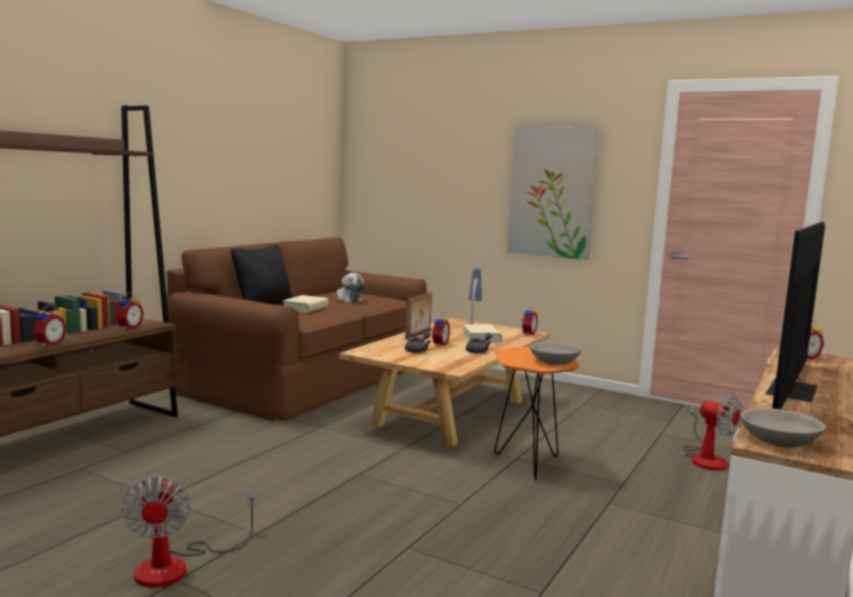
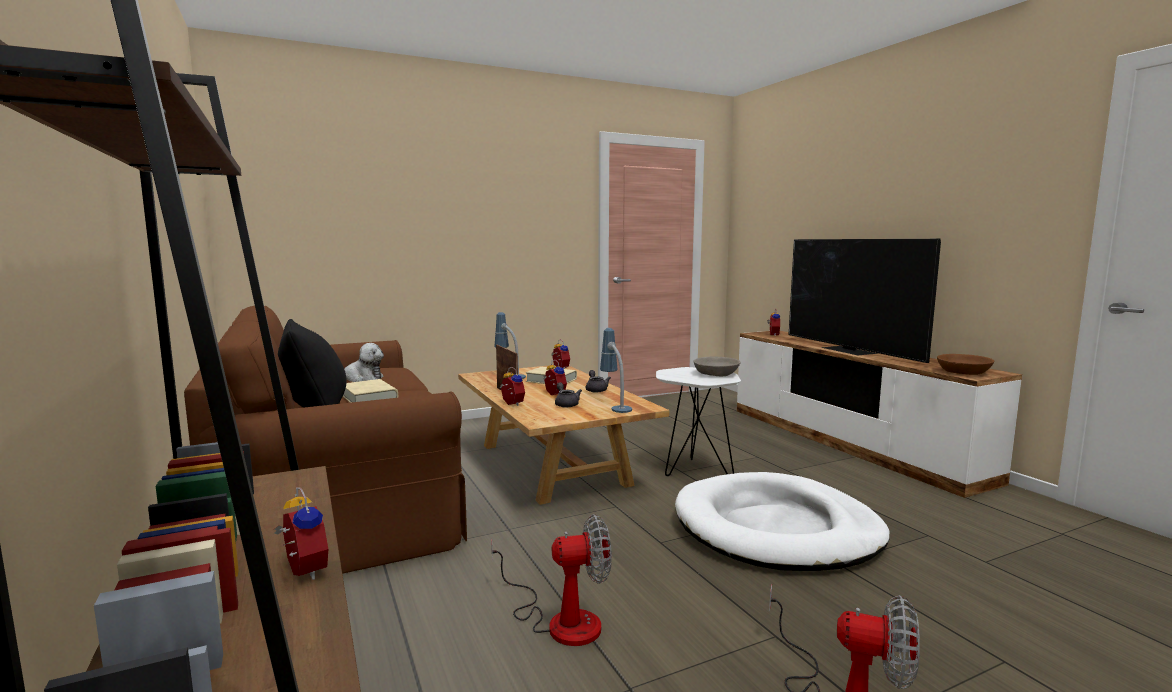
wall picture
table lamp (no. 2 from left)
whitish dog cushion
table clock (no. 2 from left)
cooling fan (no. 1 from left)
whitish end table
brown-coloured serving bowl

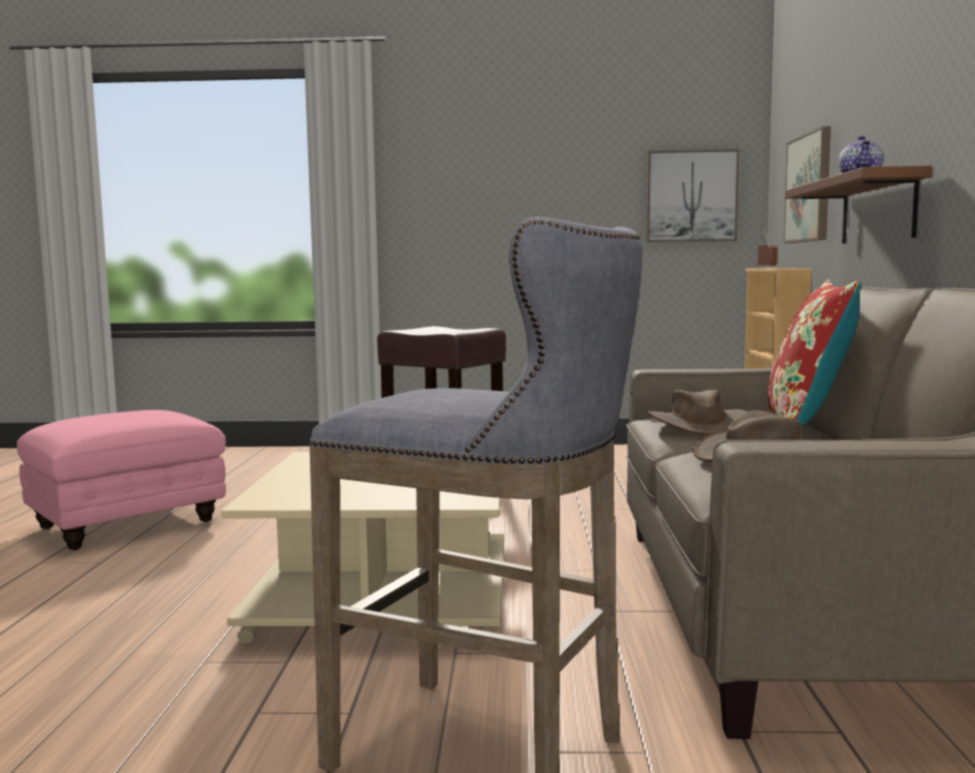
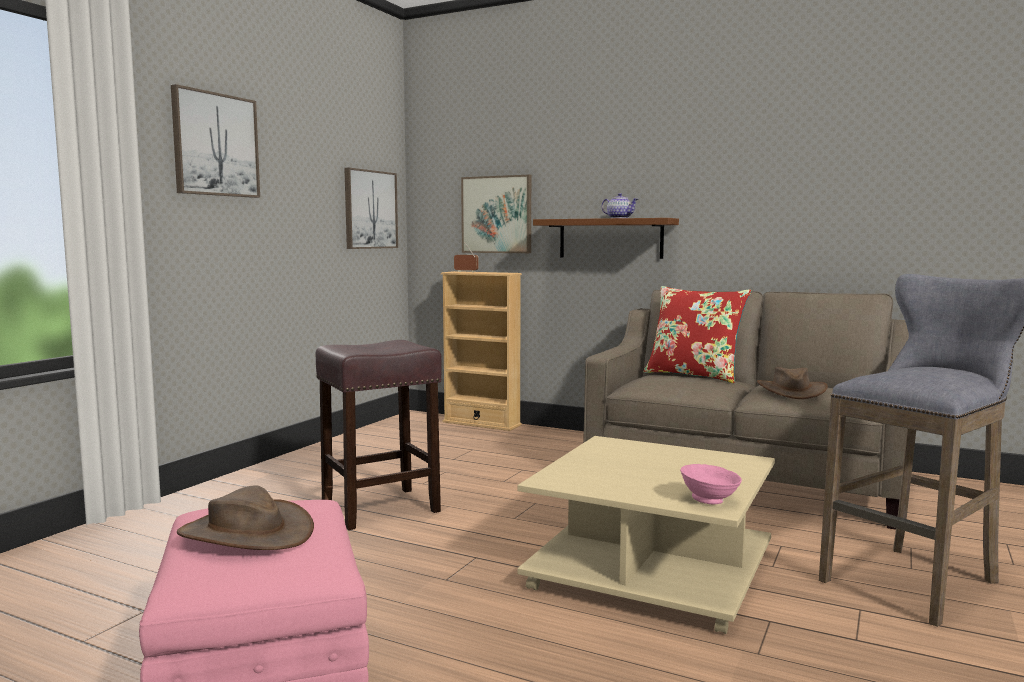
wall picture (no. 1 from left)
pinkish serving bowl
brown-coloured clothing hat (no. 1 from left)

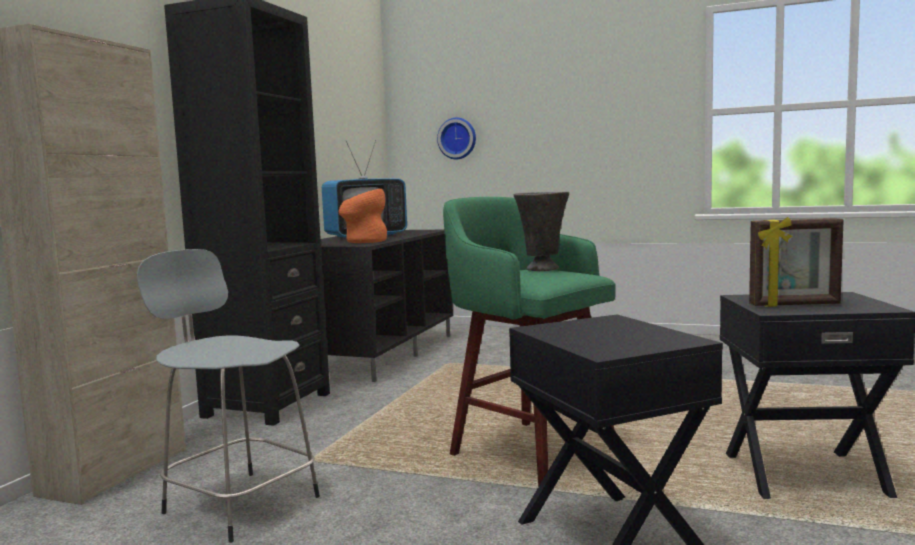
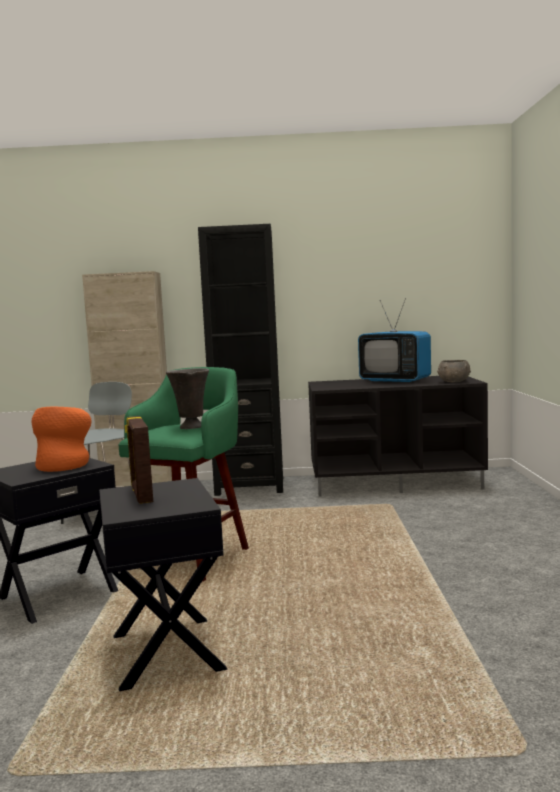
clock on the wall
greyish serving bowl
orange vase

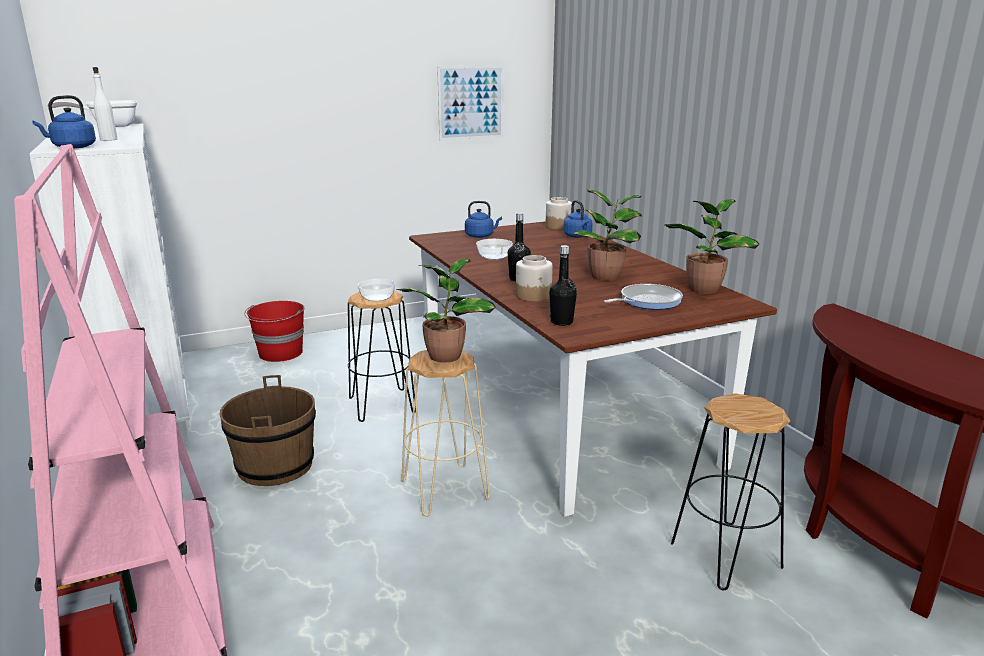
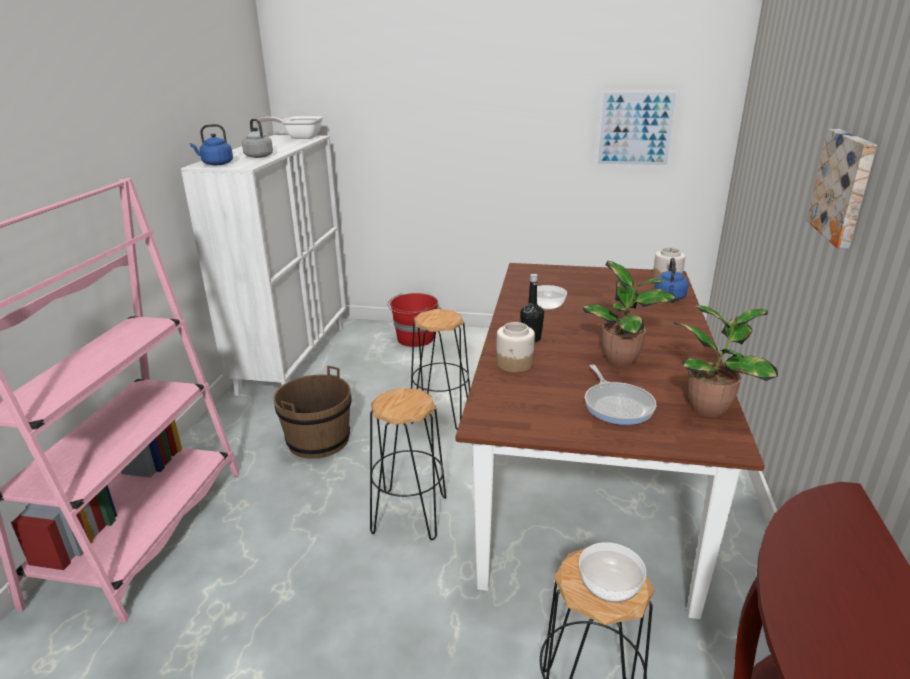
plant in a pot (no. 1 from left in the first image)
bluish tea kettle (no. 2 from left in the first image)
black-coloured beverage bottle (no. 2 from left in the first image)
wall picture (no. 2 from left)
serving bowl (no. 2 from left)
greyish tea kettle
black-coloured sitting stool (no. 1 from left)
pan (no. 2 from left)

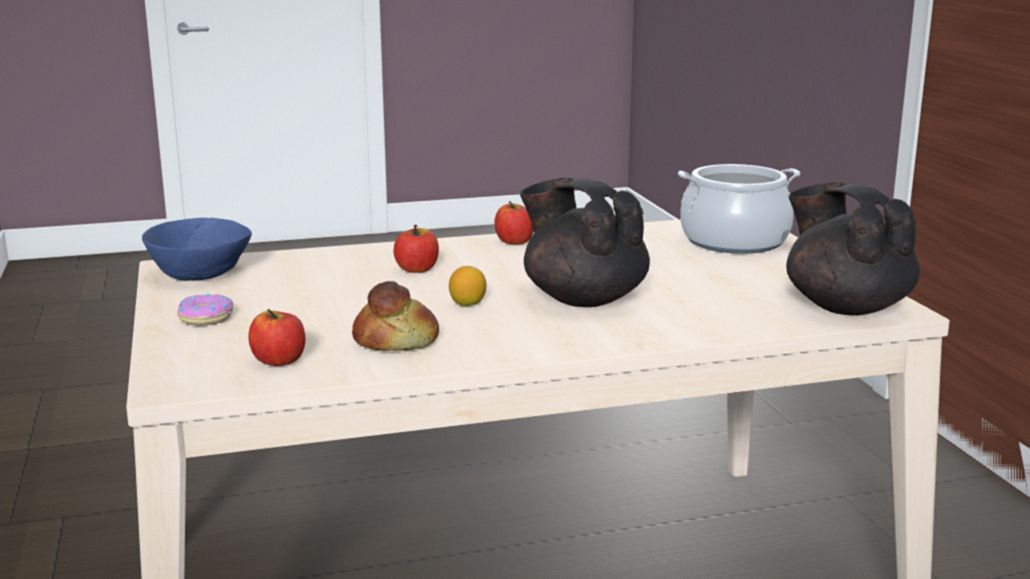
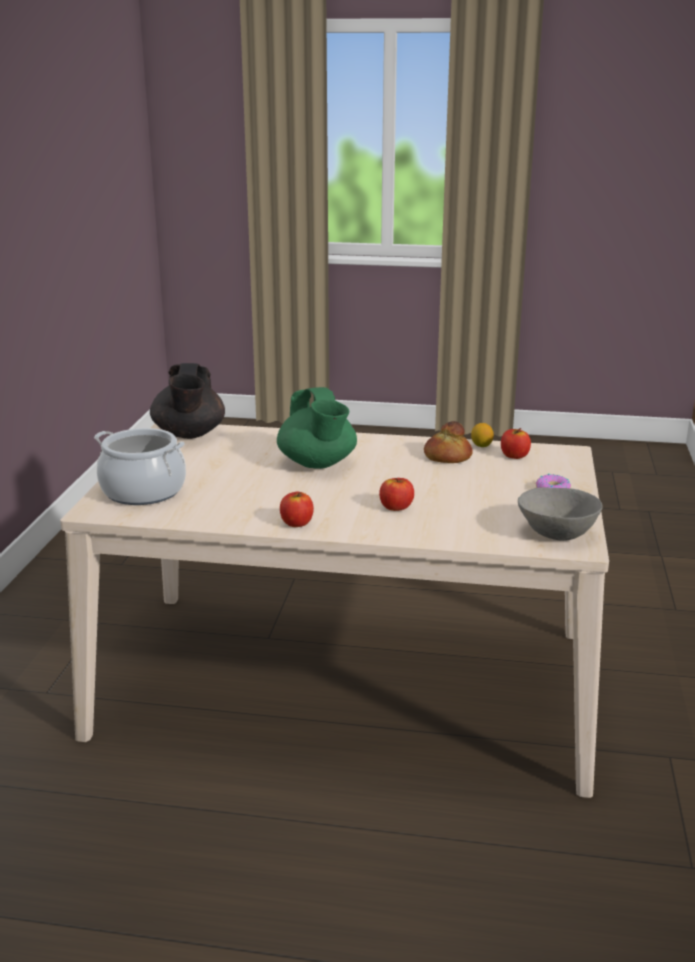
whole lemon
greyish serving bowl
greenish teapot

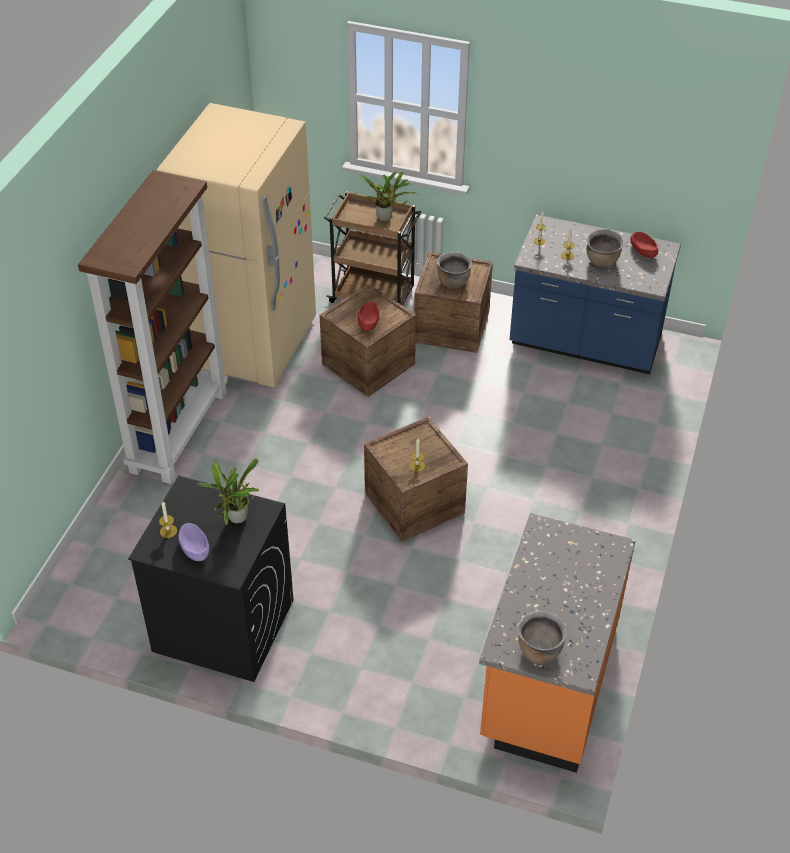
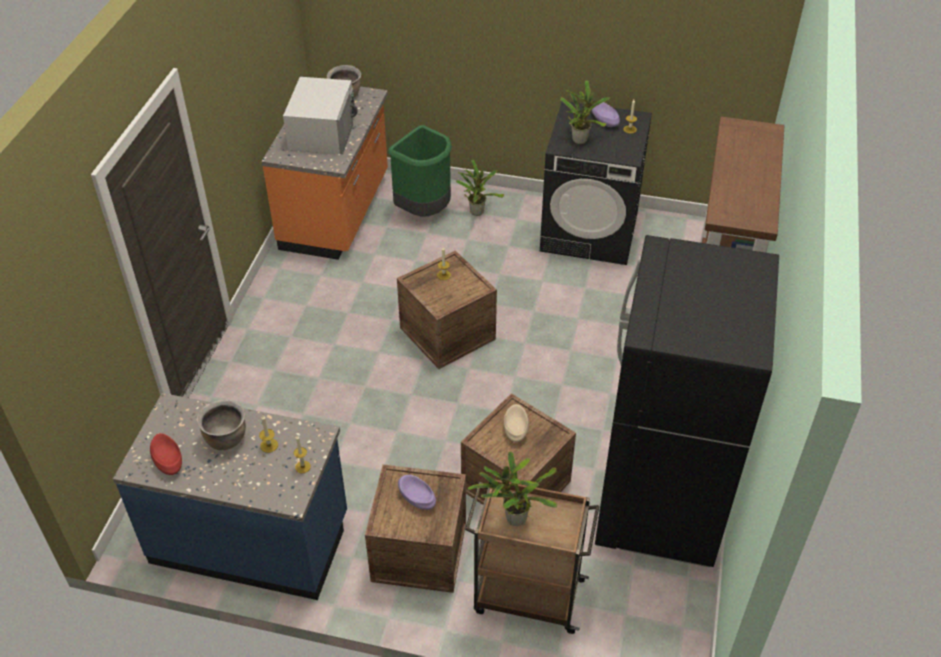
whitish microwave
greenish waste bin
plant in a pot (no. 1 from left)
purple serving bowl (no. 1 from left)
black-coloured refrigerator
sand-coloured serving bowl

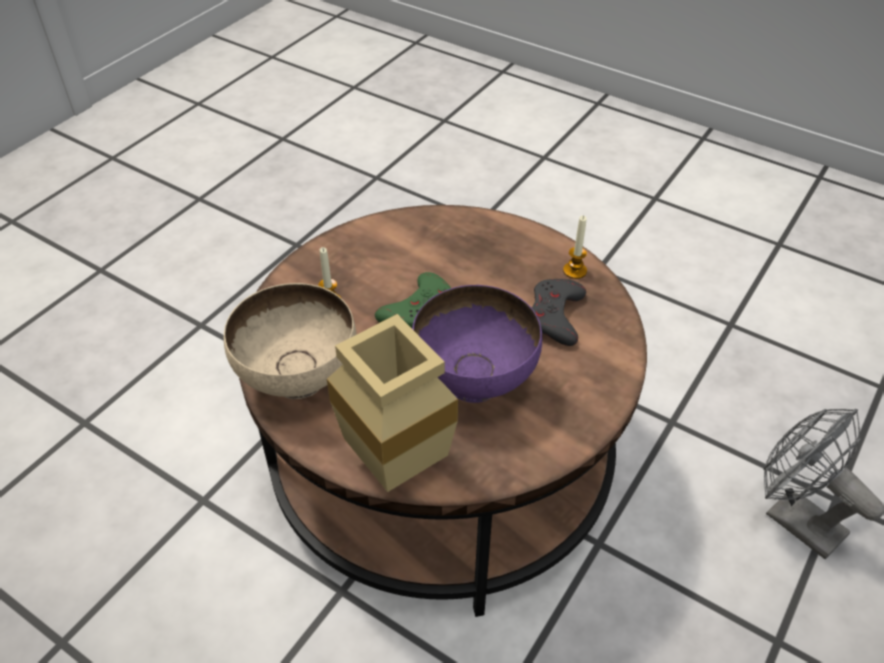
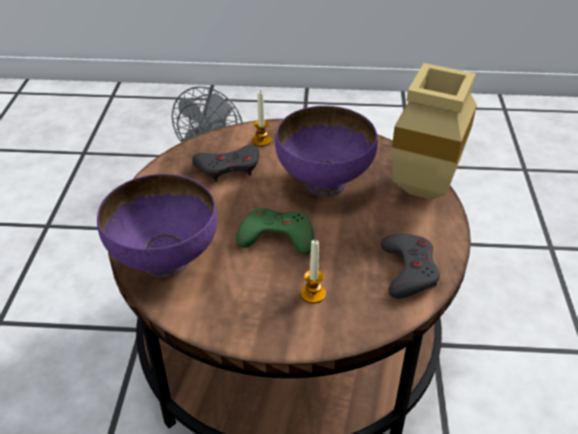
purple serving bowl (no. 1 from left)
wax candle (no. 1 from left)
greyish gamepad (no. 2 from left)

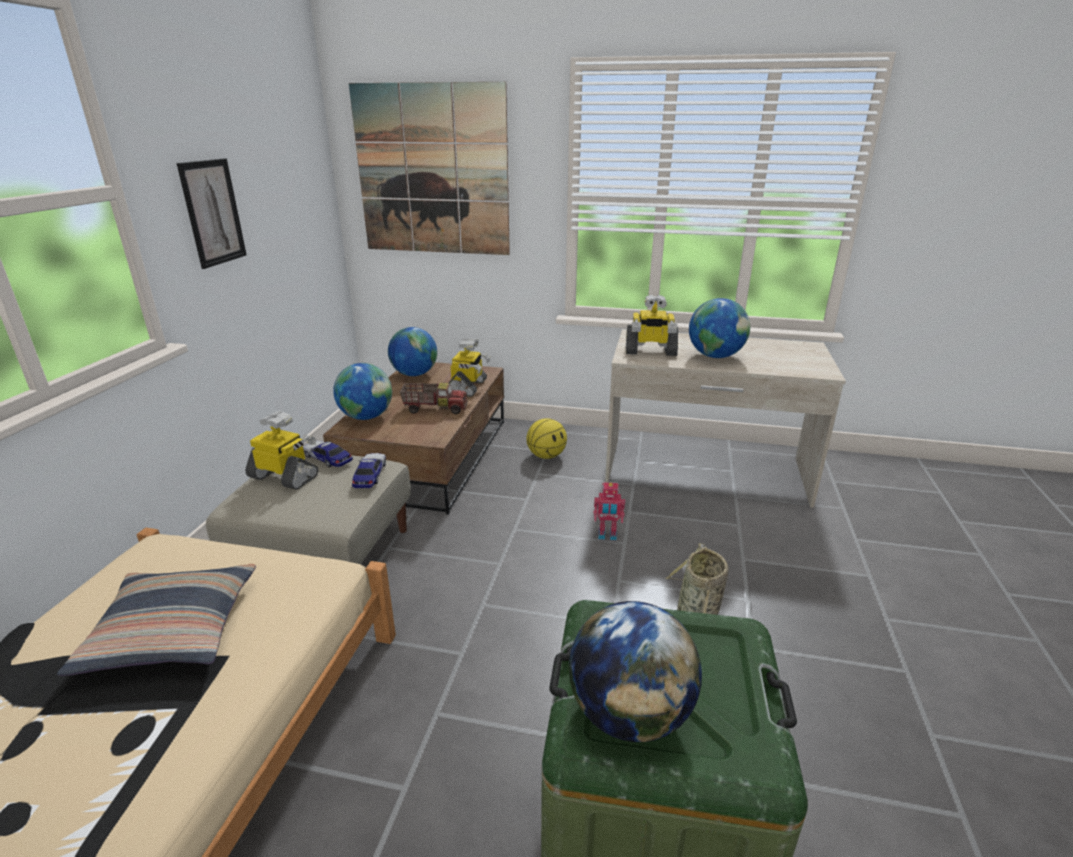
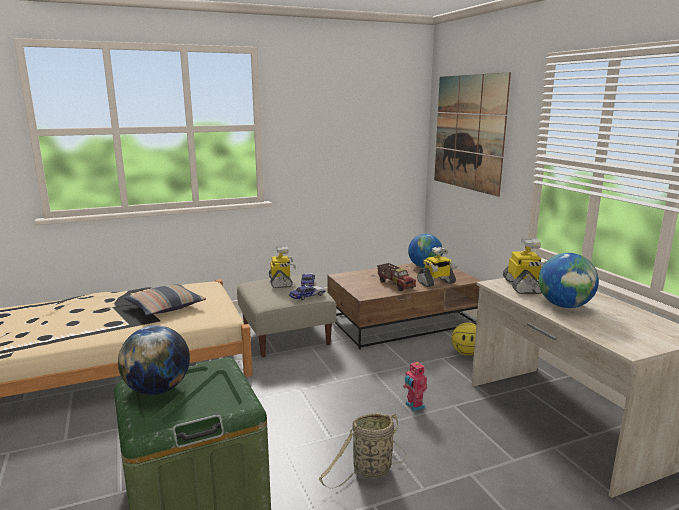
wall picture (no. 1 from left in the first image)
globe (no. 1 from left in the first image)
toy robot (no. 4 from left)

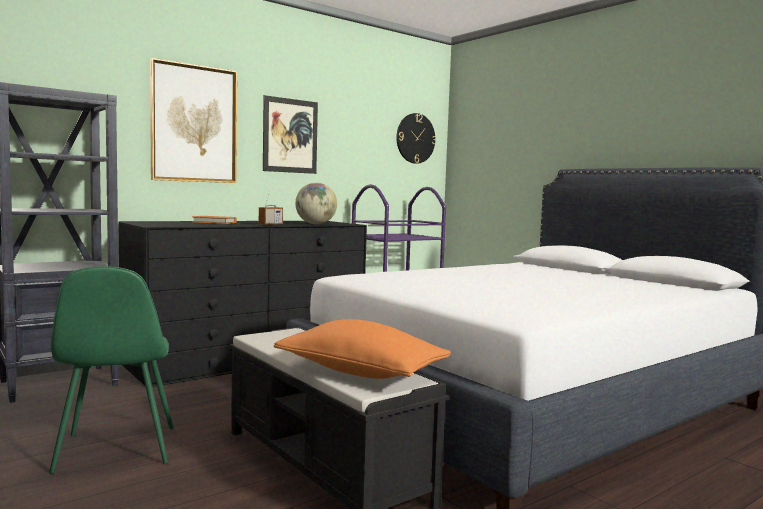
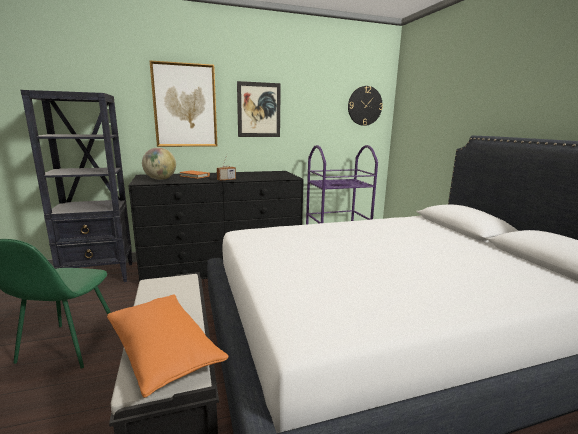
globe

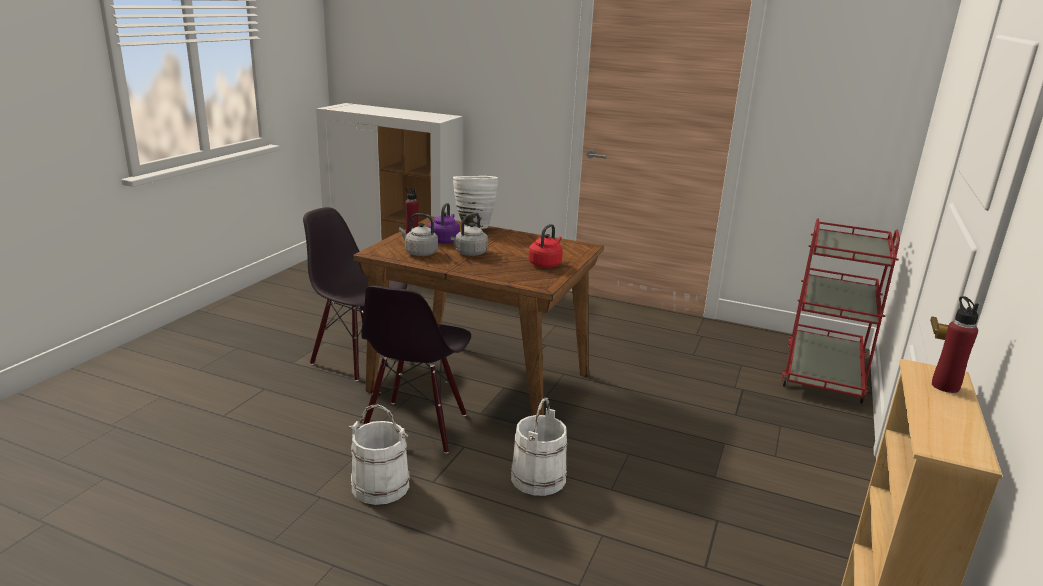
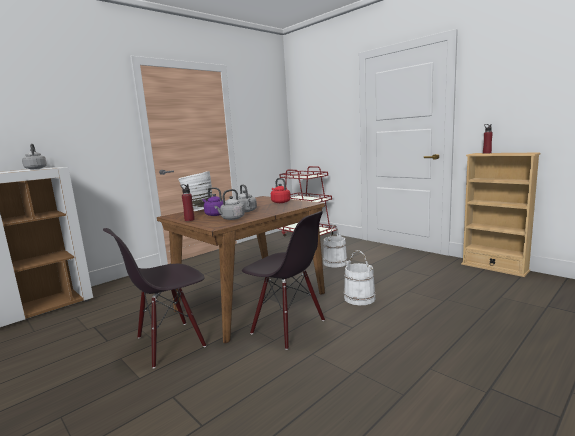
greyish tea kettle (no. 1 from left)
whitish pail (no. 1 from left)

